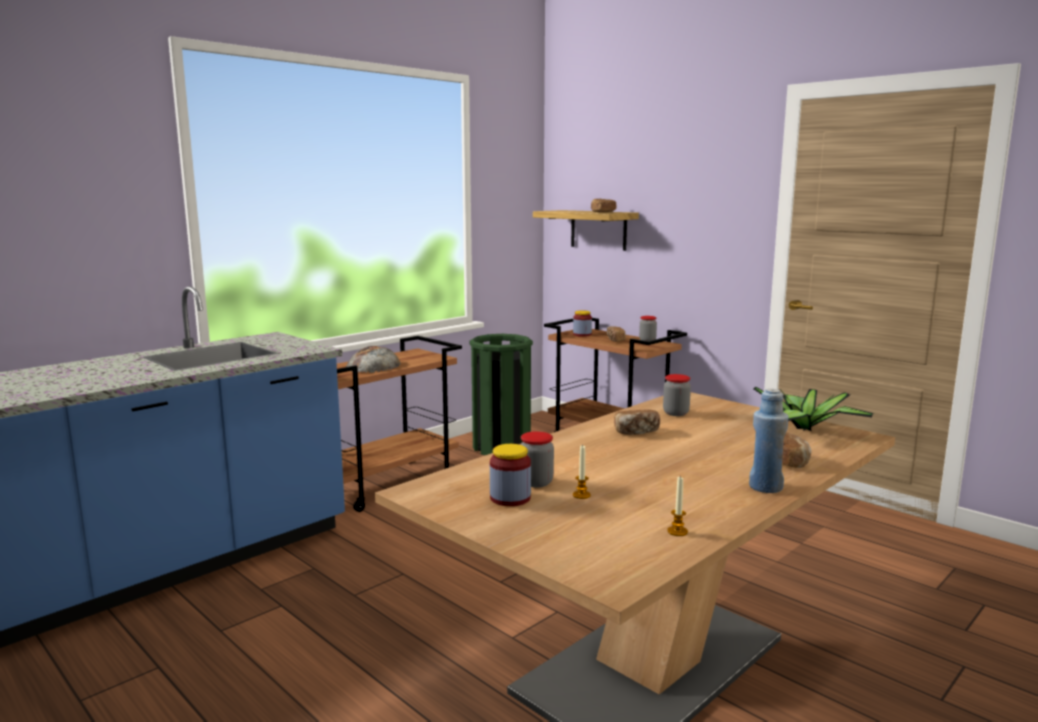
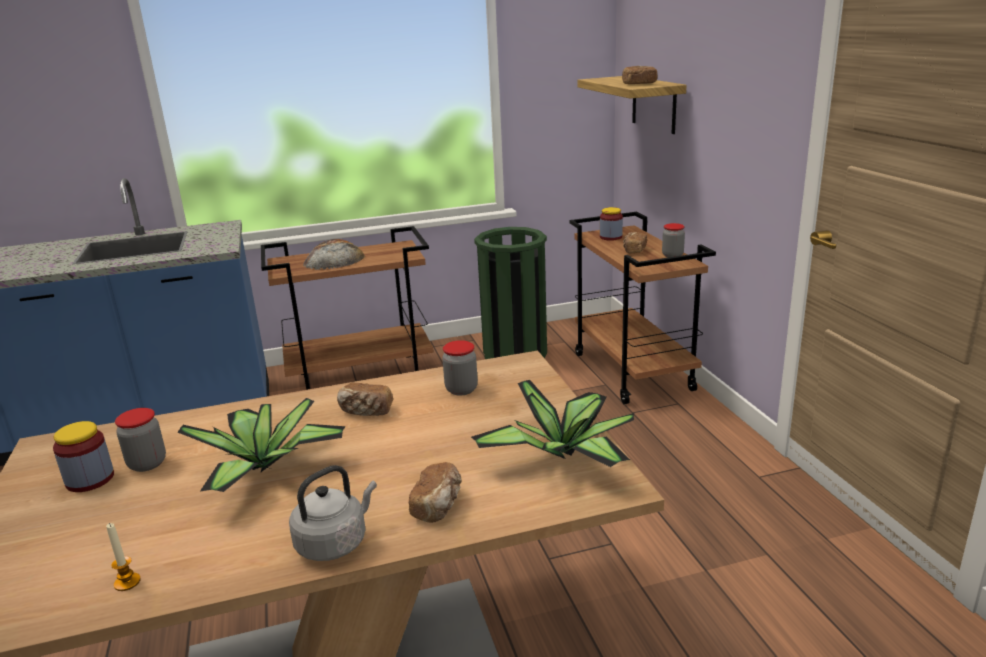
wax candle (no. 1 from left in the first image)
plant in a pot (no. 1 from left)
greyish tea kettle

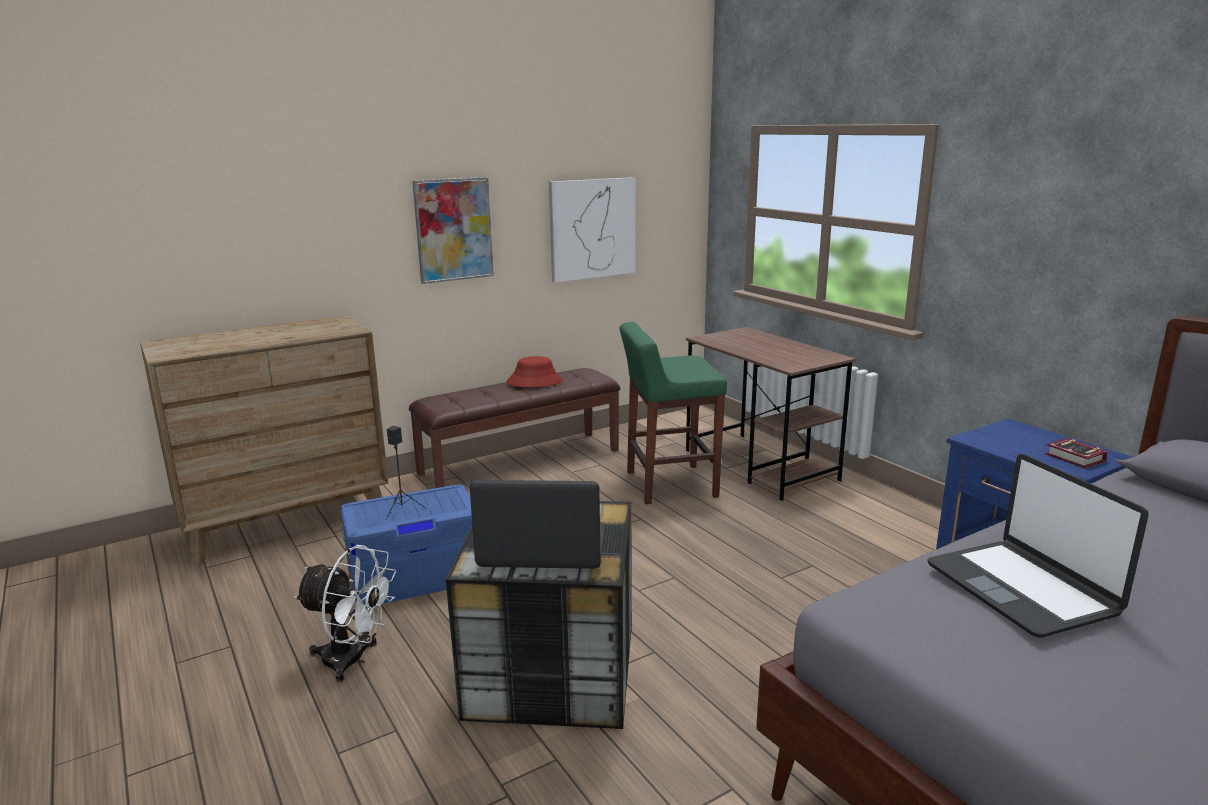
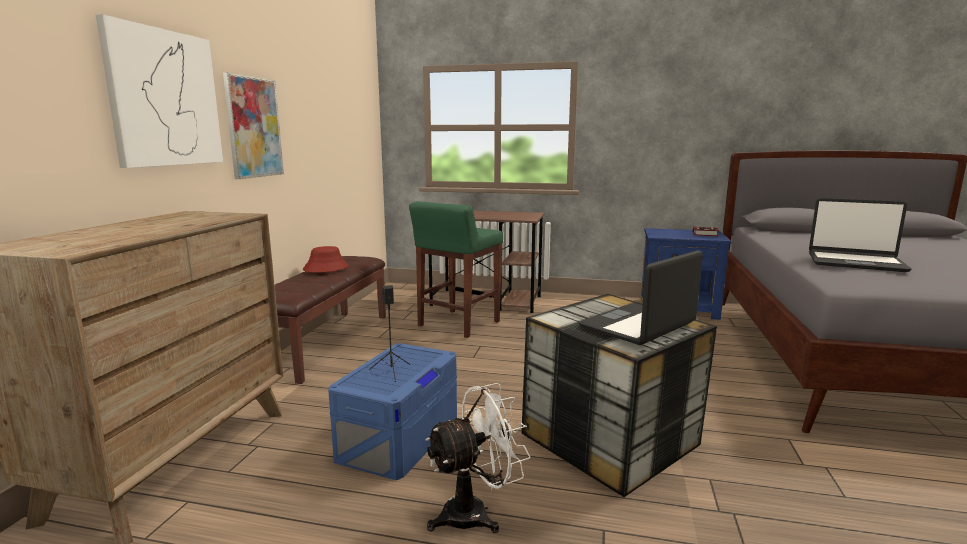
wall picture (no. 1 from left)

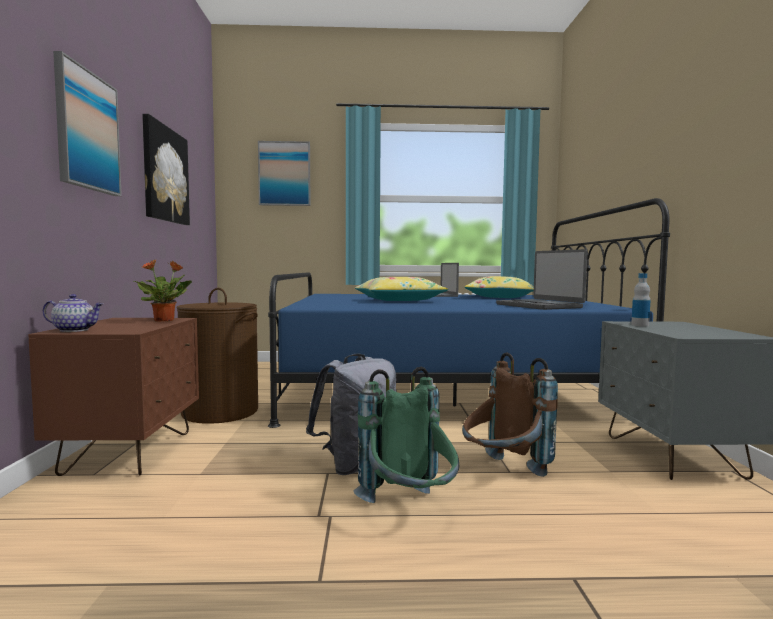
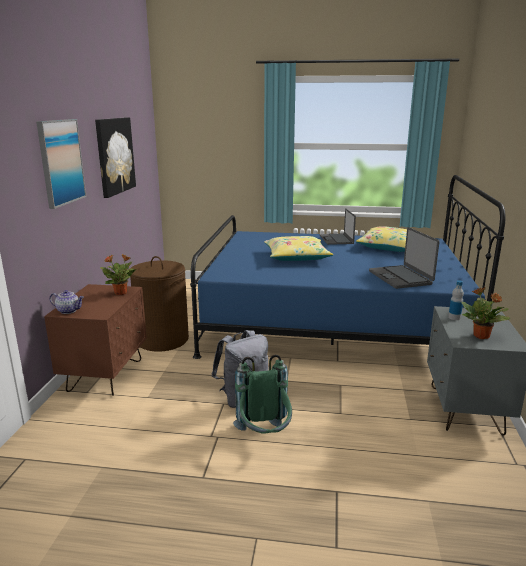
wall picture (no. 3 from left in the first image)
brown-coloured backpack
plant in a pot (no. 2 from left)

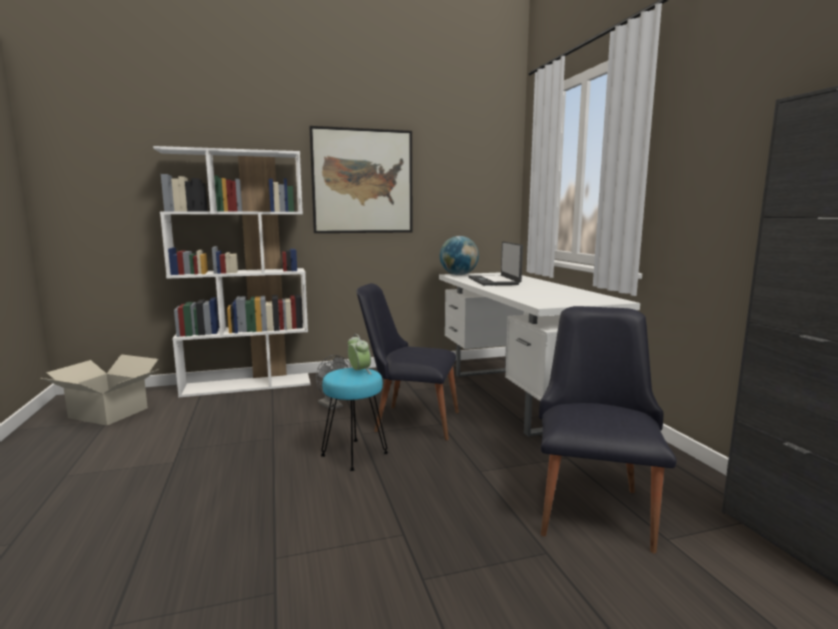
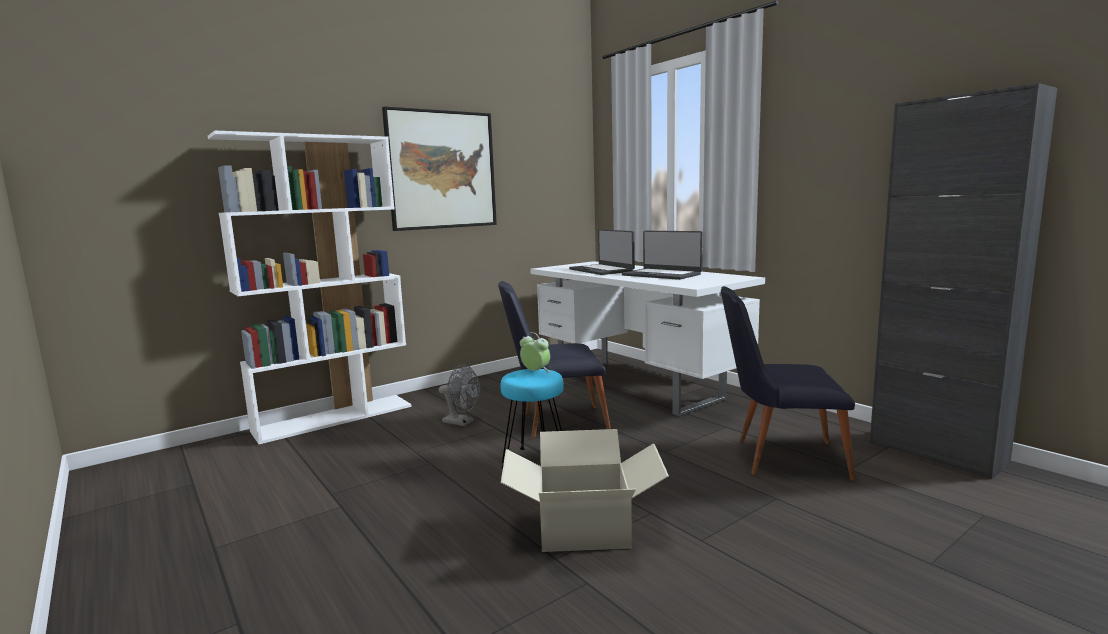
globe
laptop (no. 2 from left)
cardboard box
black-coloured plain chair (no. 2 from left)

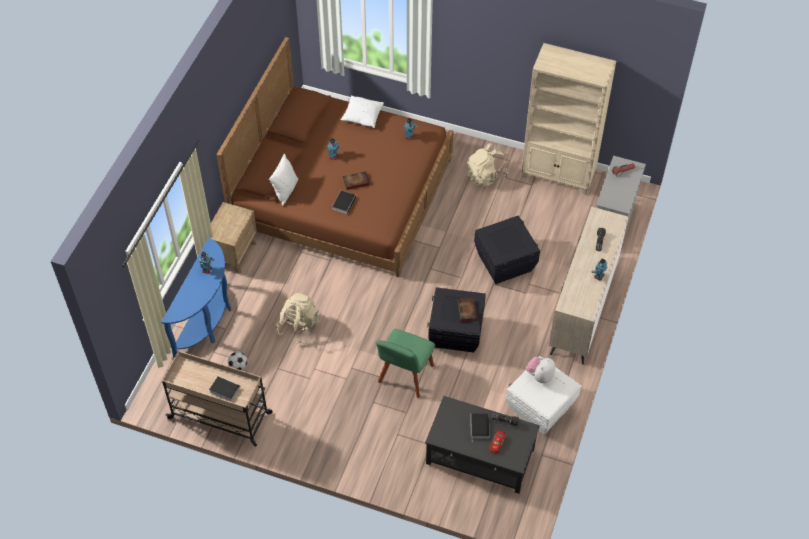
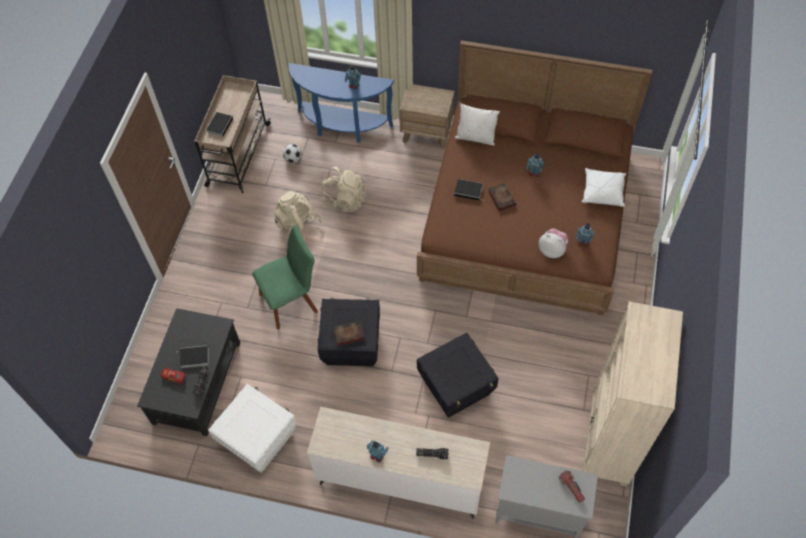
sand-coloured backpack (no. 1 from left)
soft toy
greenish plain chair

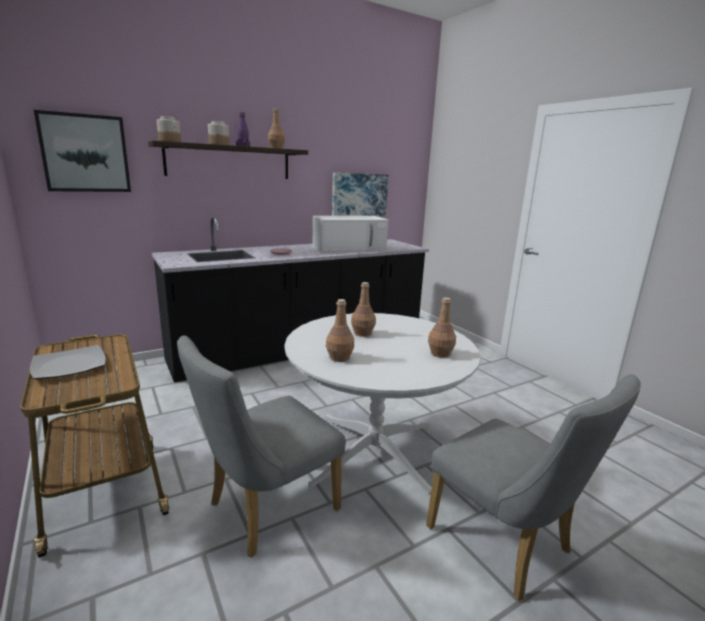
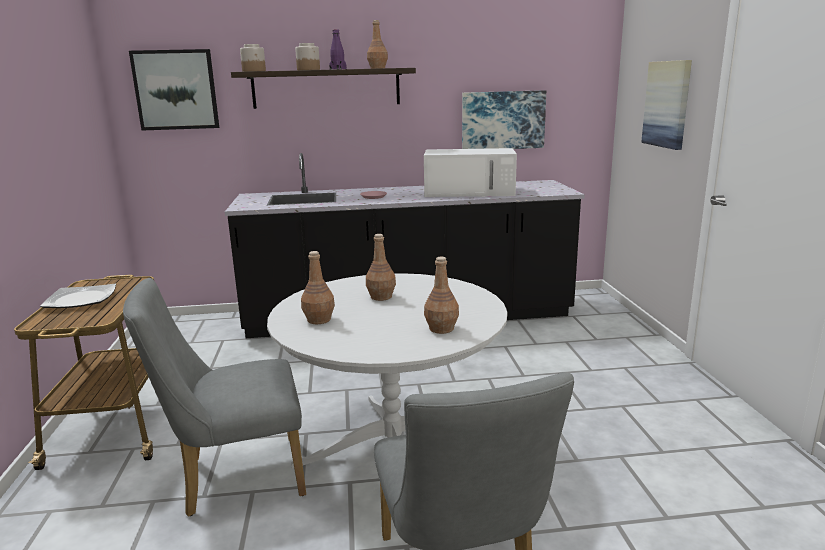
wall picture (no. 3 from left)

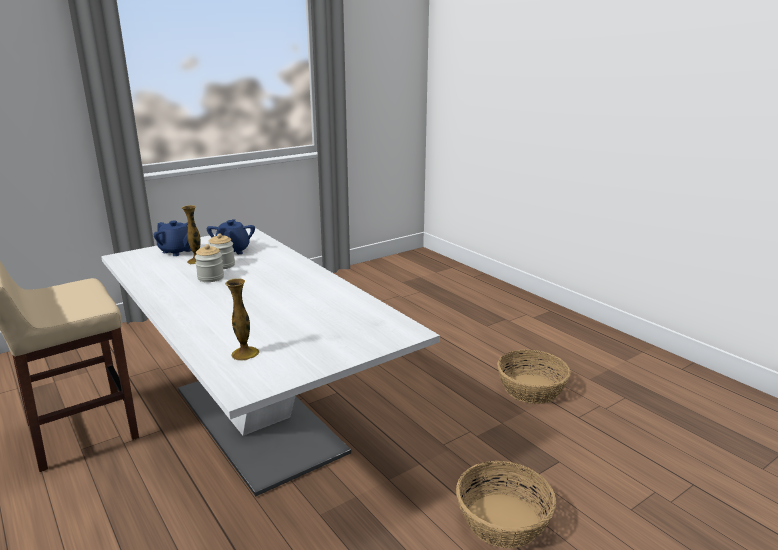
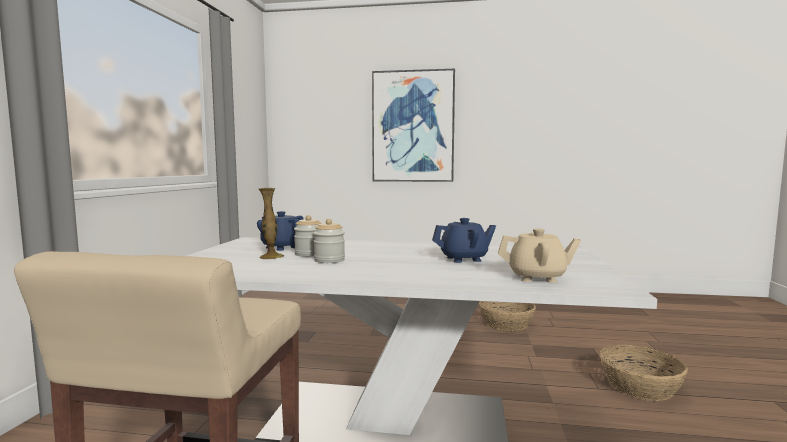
wall picture
bluish teapot (no. 2 from left)
sand-coloured teapot

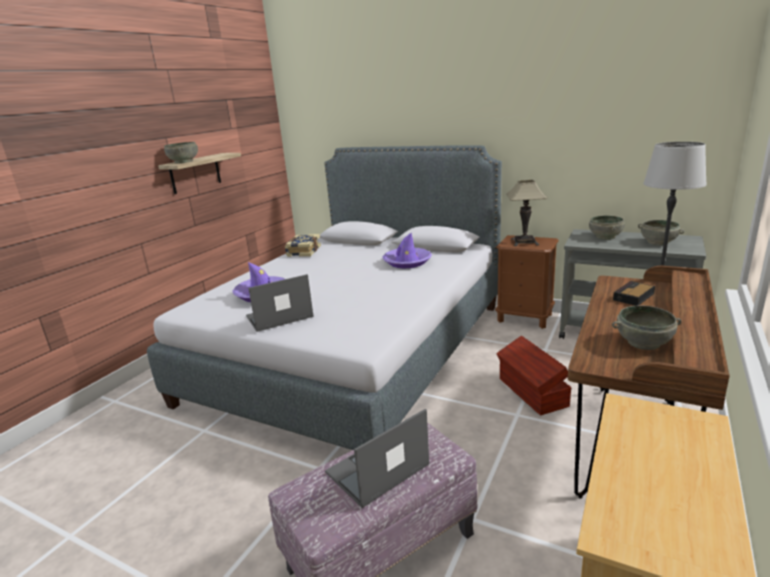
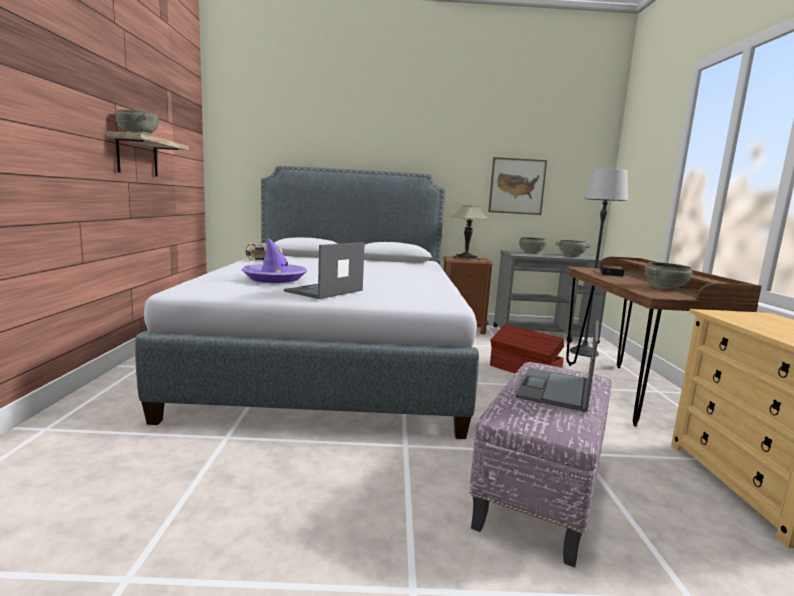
purple clothing hat (no. 2 from left in the first image)
wall picture

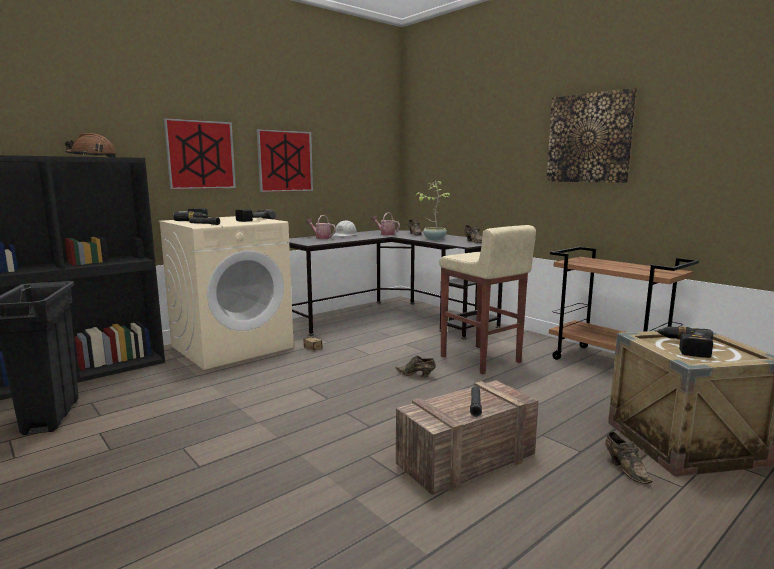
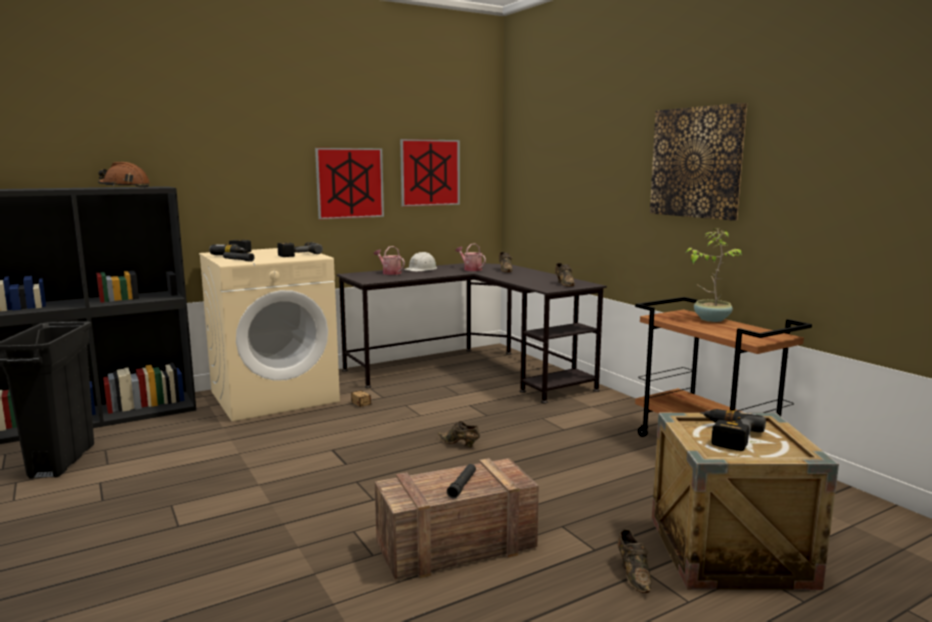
sand-coloured sitting stool
wall picture (no. 2 from left)
plant in a pot

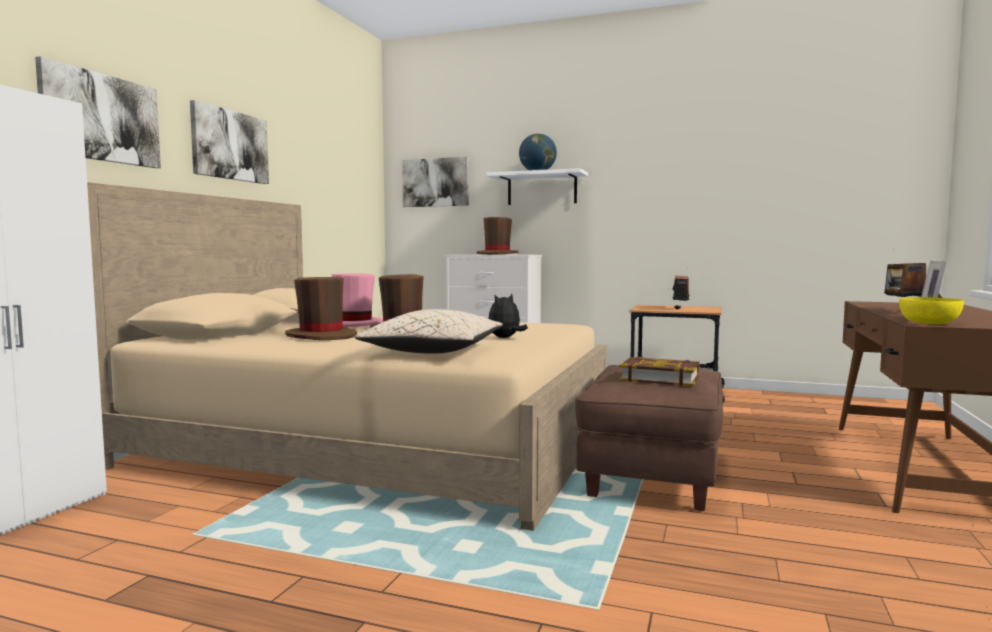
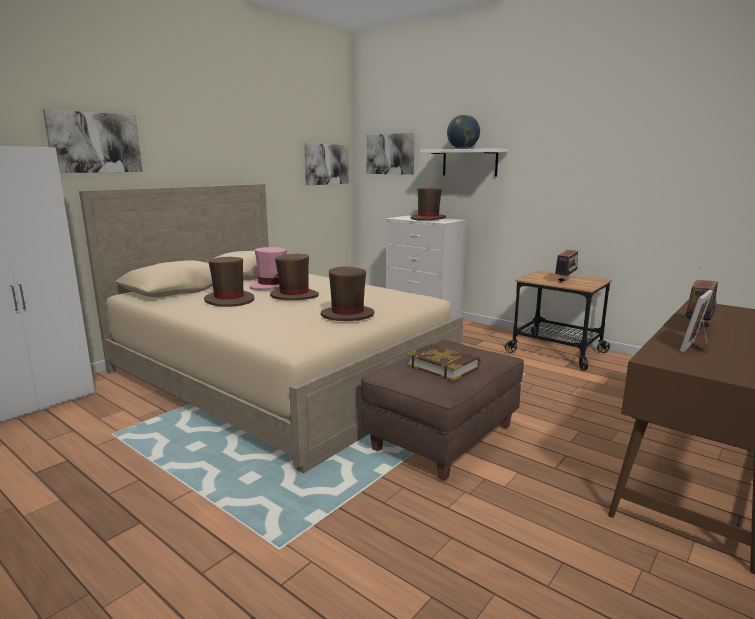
sand-coloured throw pillow
yellow serving bowl
wall picture (no. 2 from left)
brown-coloured clothing hat (no. 3 from left)

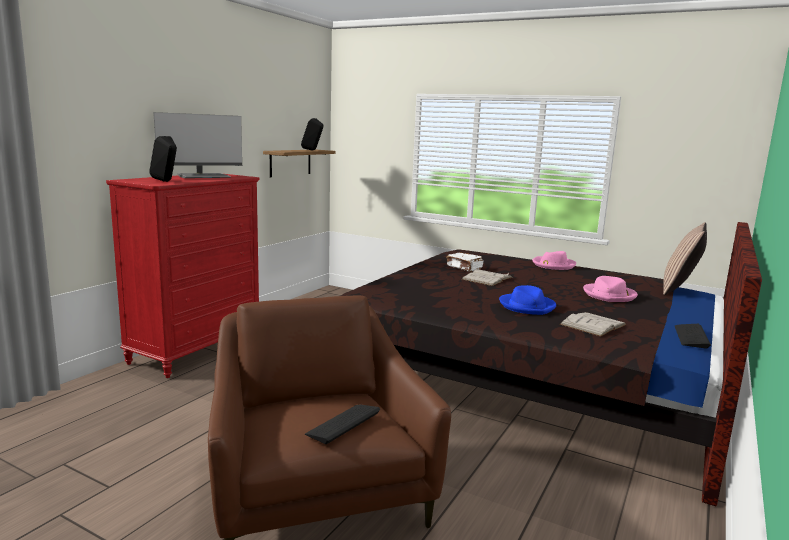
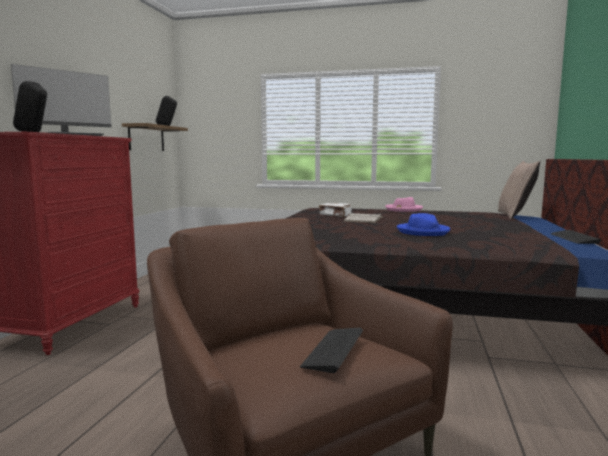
whitish bound book (no. 3 from left in the first image)
pinkish clothing hat (no. 2 from left in the first image)

